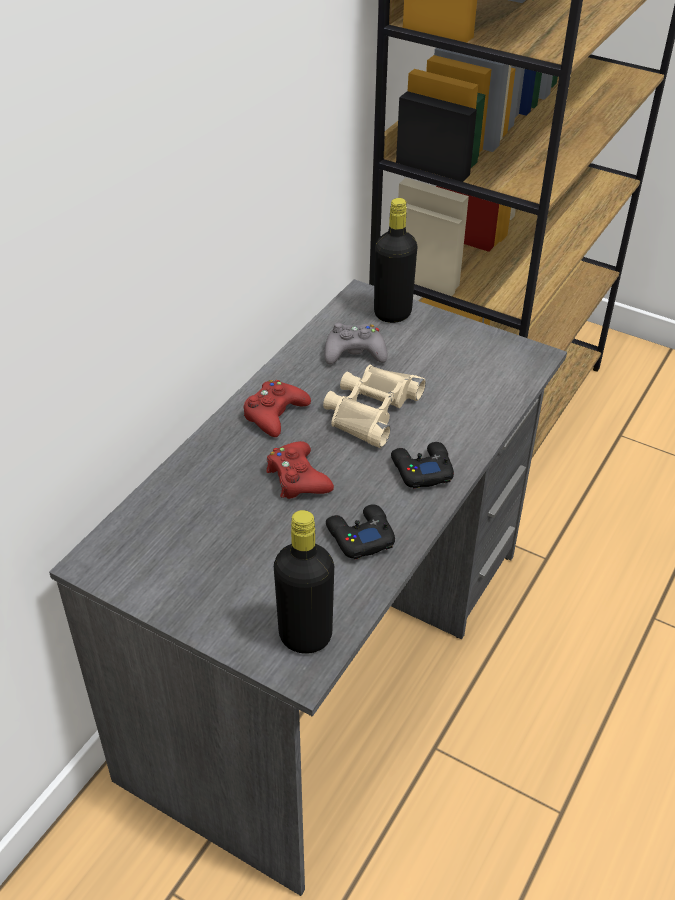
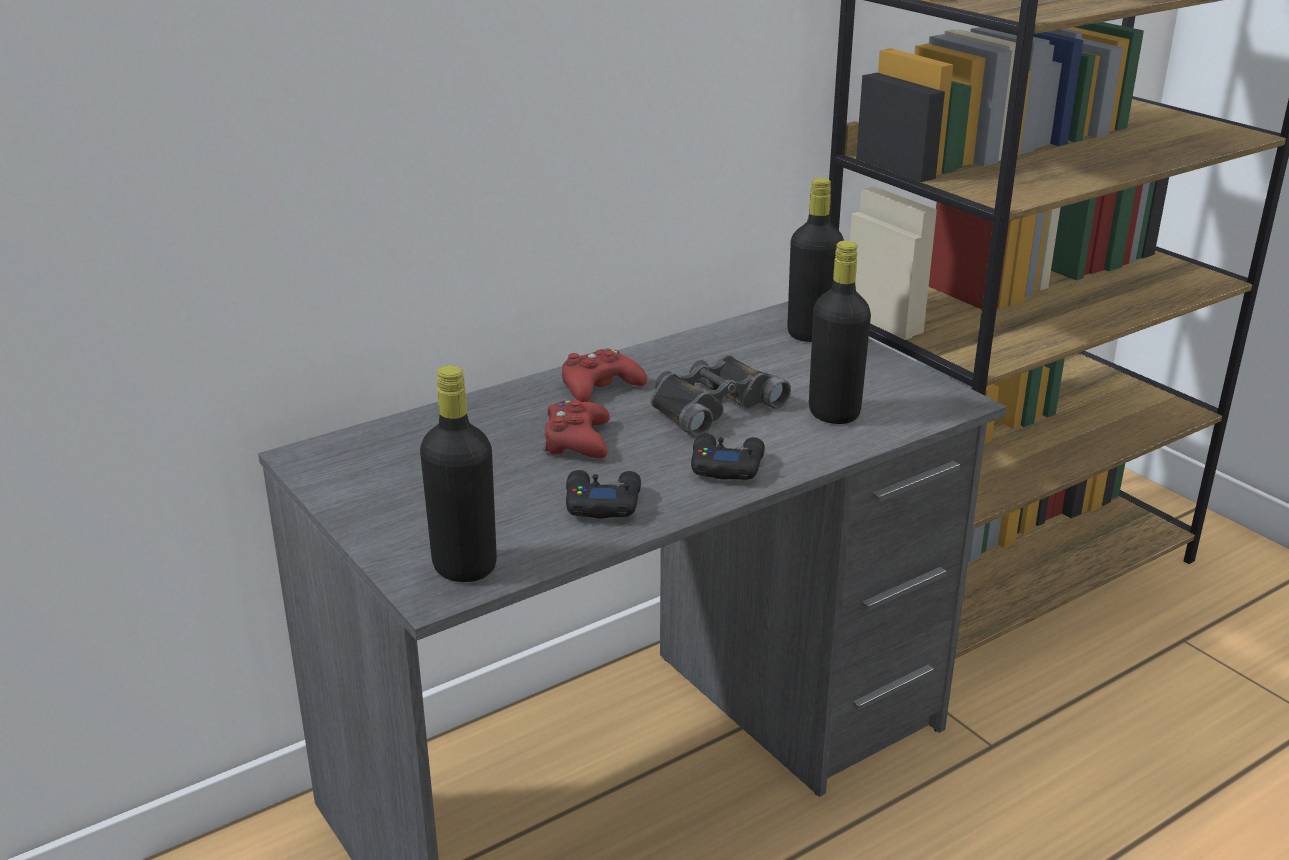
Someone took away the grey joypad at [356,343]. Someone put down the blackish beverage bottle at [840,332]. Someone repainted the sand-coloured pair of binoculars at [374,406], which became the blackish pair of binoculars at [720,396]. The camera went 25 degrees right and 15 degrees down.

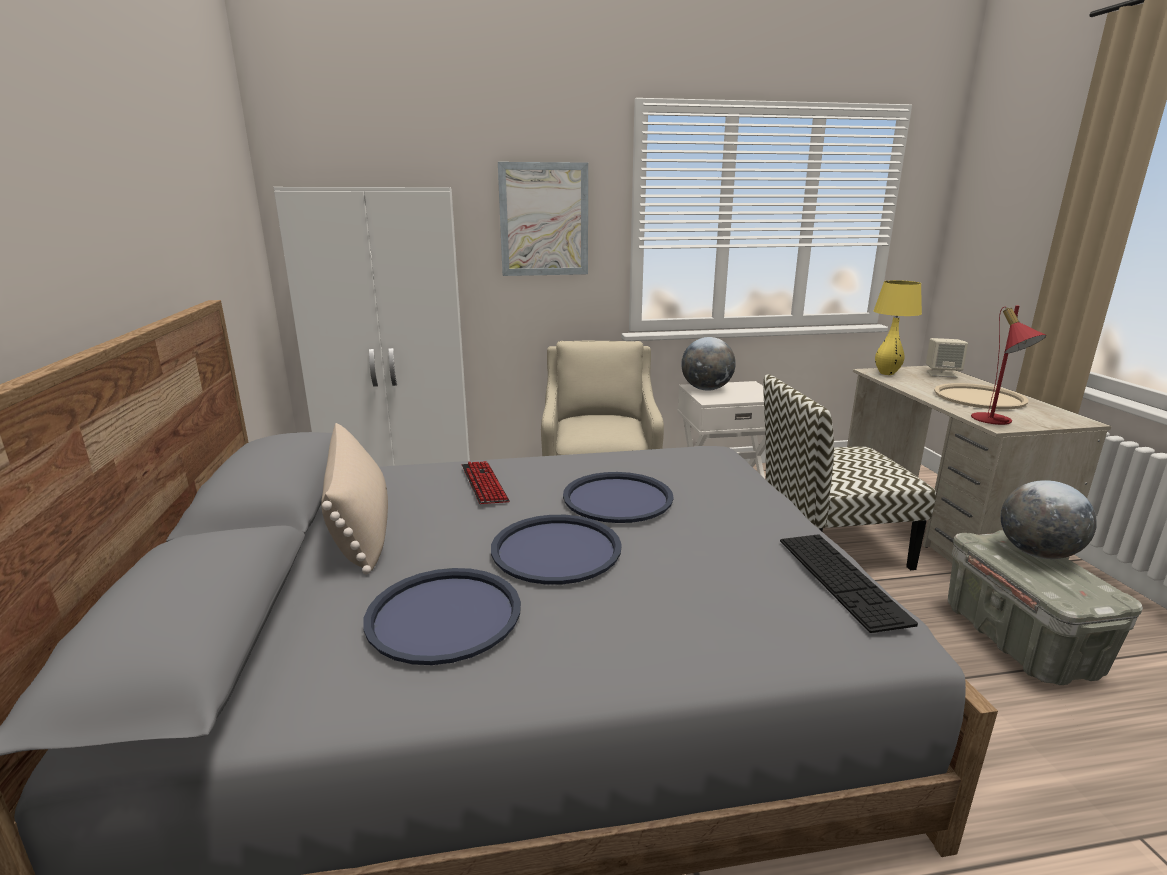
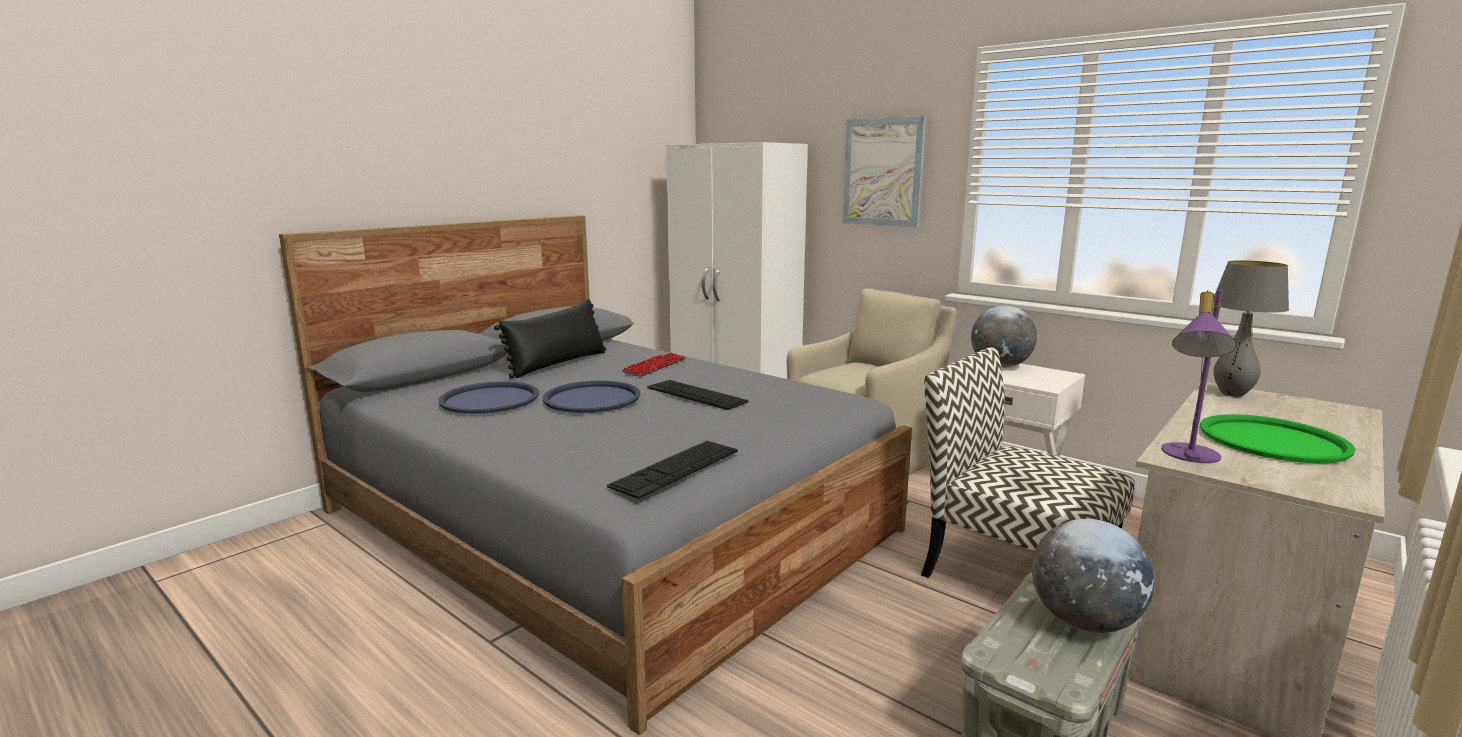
Someone took away the sand-coloured loudspeaker at [947,358]. Someone swapped the blue-coloured tray at [618,497] for the PC keyboard at [698,395]. Someone repainted the sand-coloured cushion at [354,498], which became the blackish cushion at [550,339]. Someone repainted the yellowish lamp for a table at [897,327], which became the grey lamp for a table at [1251,328]. Someone repainted the sand-coloured tray at [981,396], which became the greenish tray at [1278,439]. Someone repainted the red-coloured lamp for a table at [1008,365], which became the purple lamp for a table at [1199,376]. The camera went 50 degrees right and 5 degrees down.

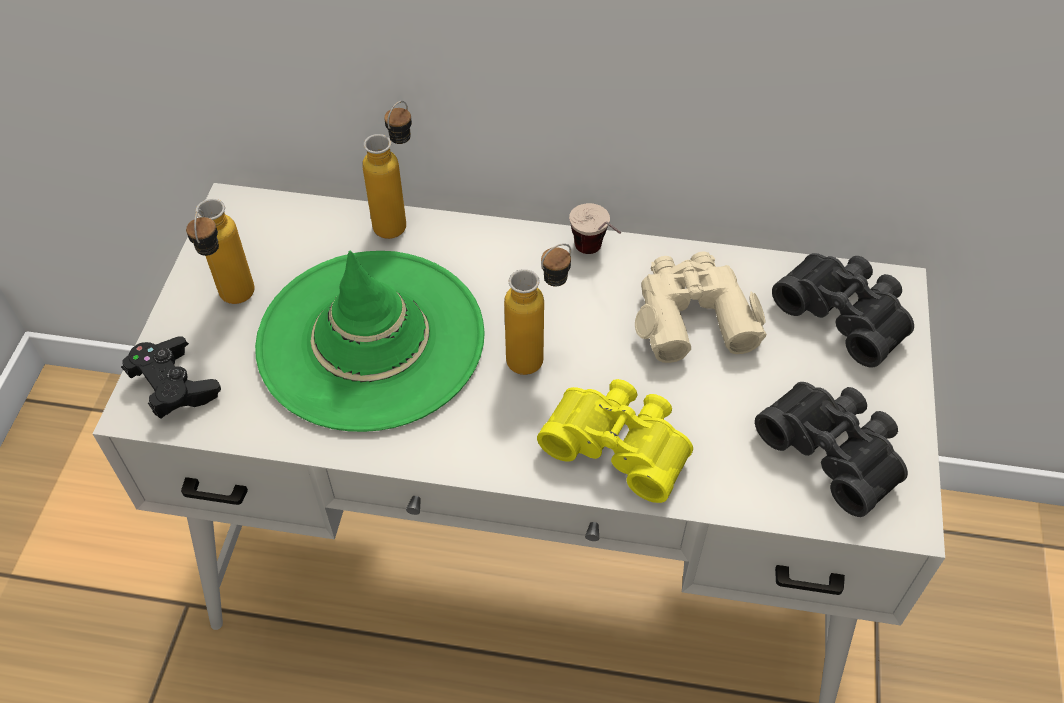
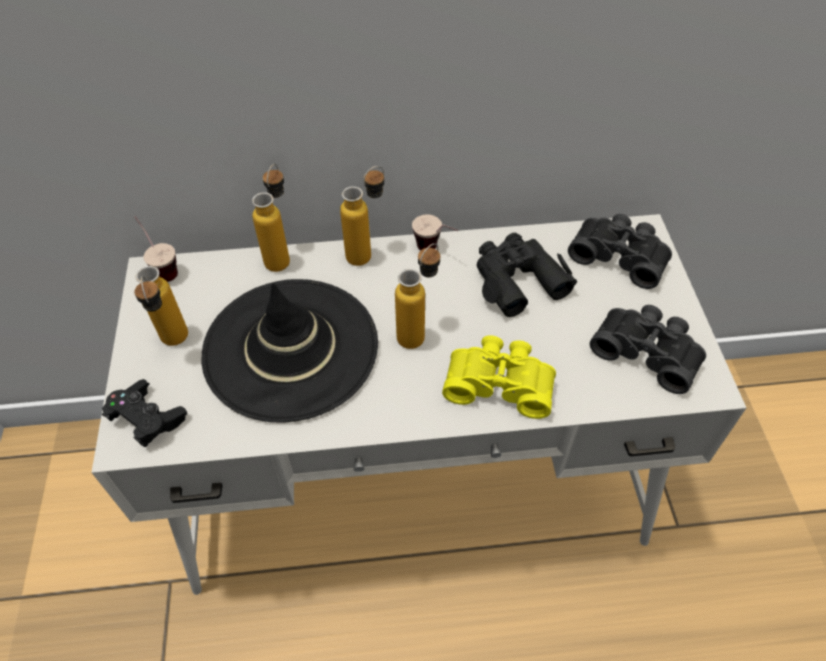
Someone put down the cup at [156,249]. Someone put down the beverage bottle at [362,216]. Someone repainted the greenish hat at [370,341], which became the blackish hat at [289,351]. Someone repainted the sand-coloured pair of binoculars at [701,307], which became the blackish pair of binoculars at [527,275]. The camera went 15 degrees left and 0 degrees up.

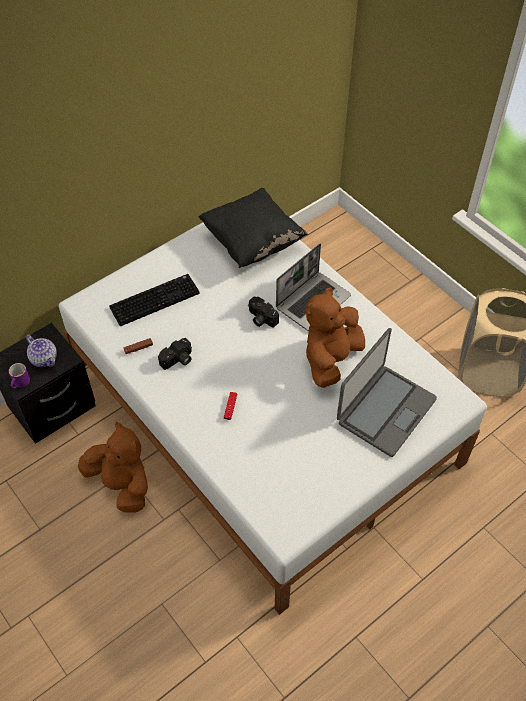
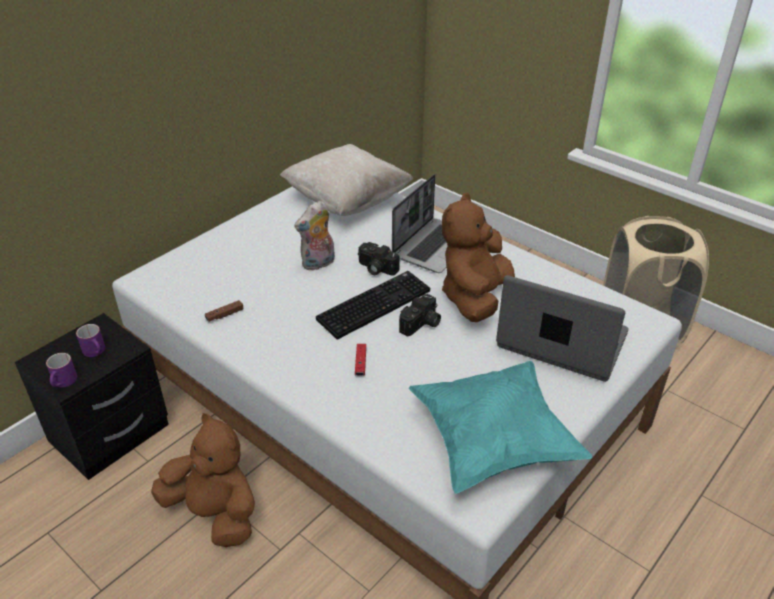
Someone put down the cuddly toy at [314,235]. Someone put down the blue-green cushion at [500,427]. Someone carried the PC keyboard from [154,300] to [373,305]. Someone carried the still camera from [175,354] to [420,315]. Someone swapped the tea pot at [41,350] for the purple tea mug at [90,340]. Someone repainted the blackish cushion at [253,228], which became the sand-coloured cushion at [347,180]. Someone rotated the notebook computer at [387,392] by 90 degrees counterclockwise. The camera went 10 degrees left and 15 degrees down.

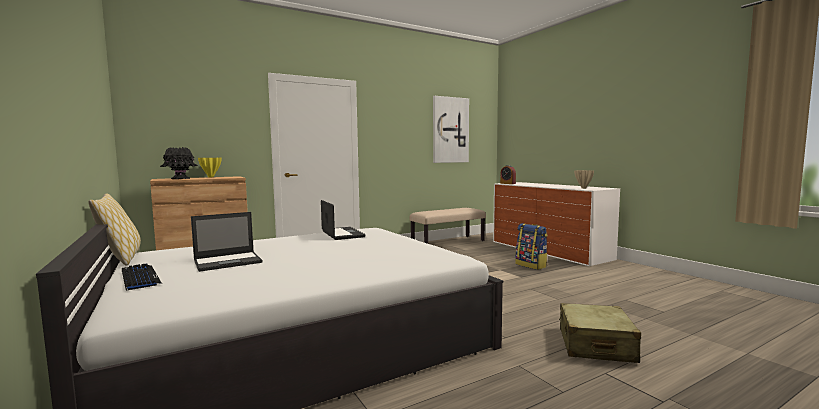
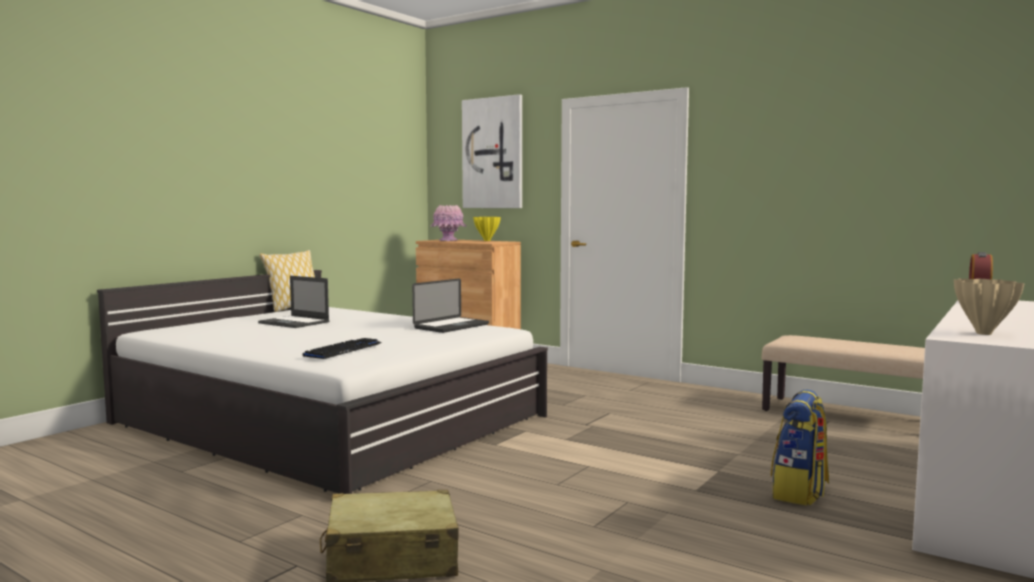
Someone carried the PC keyboard from [142,276] to [342,348]. Someone carried the picture from [451,129] to [492,151]. Someone repainted the blackish flower vase at [179,163], which became the pink-coloured flower vase at [448,223]. The camera went 65 degrees right and 0 degrees up.

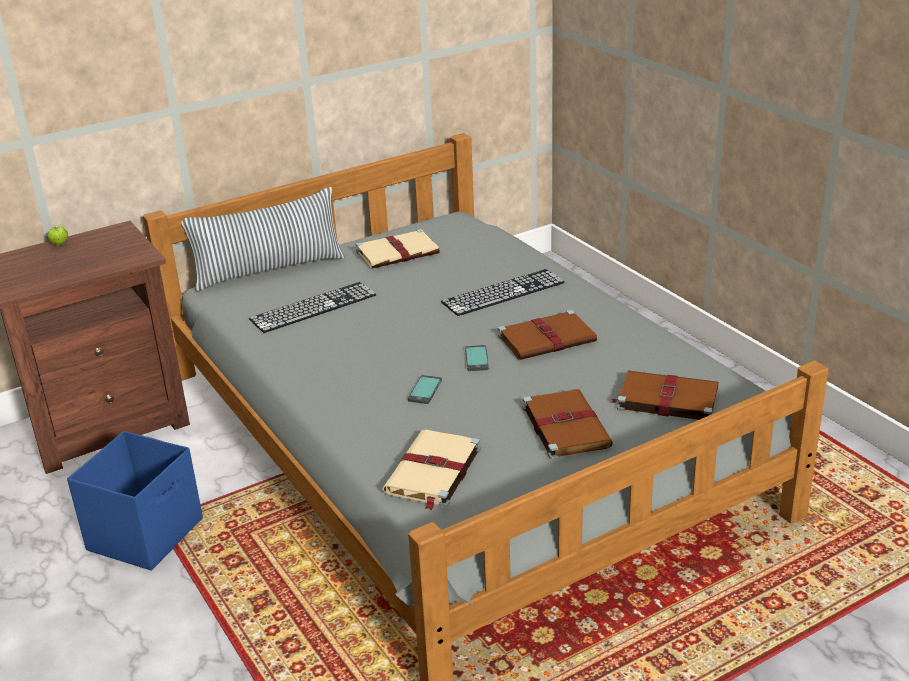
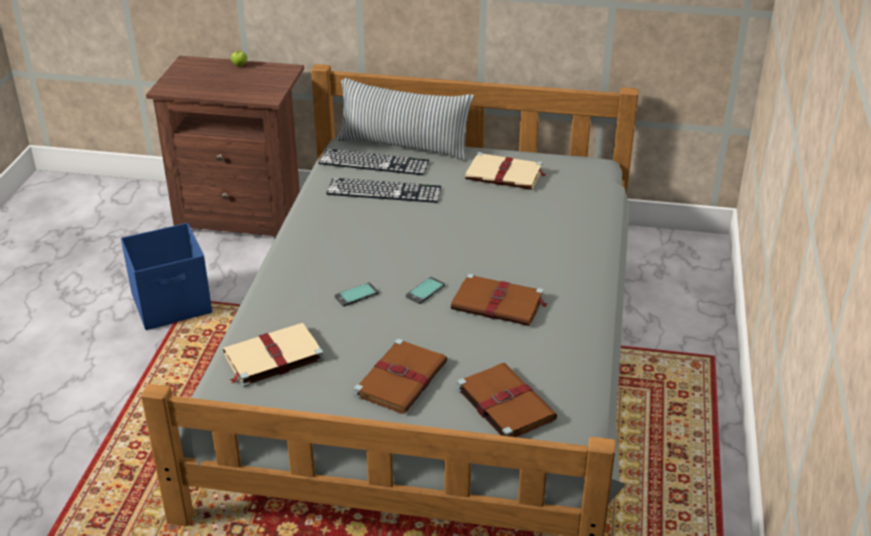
Someone carried the PC keyboard from [503,292] to [373,162]. The camera went 40 degrees right and 5 degrees up.

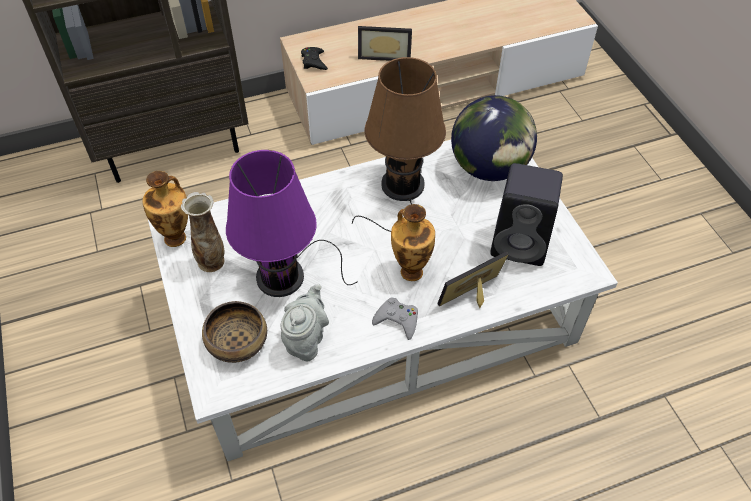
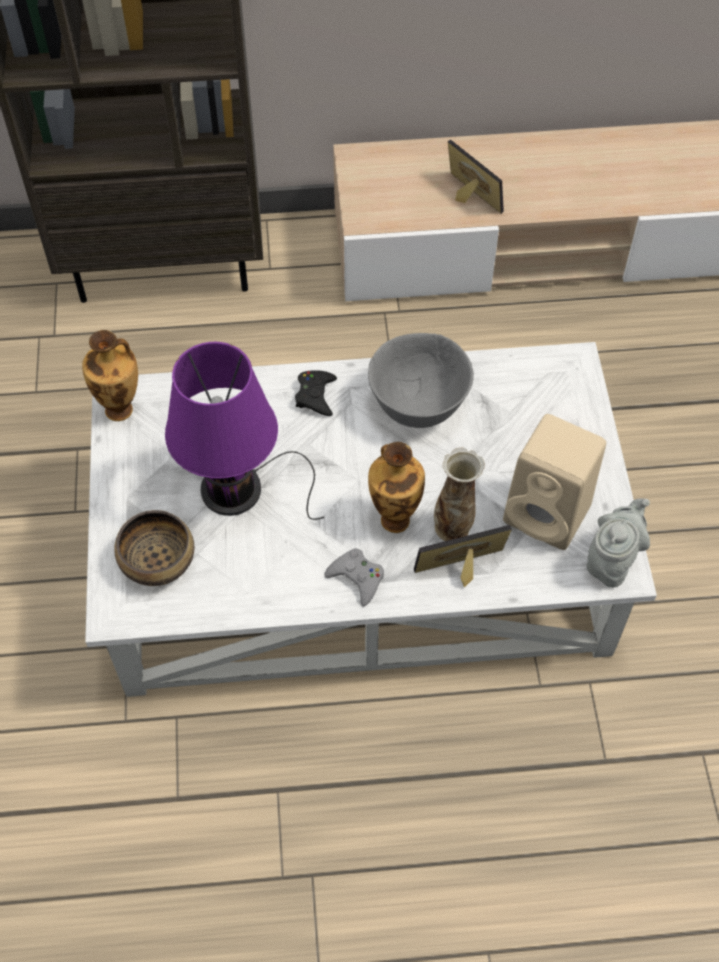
Someone took away the world globe at [494,138]. Someone carried the flower vase from [203,232] to [459,494]. Someone carried the grey tea pot from [305,322] to [618,543]. Someone carried the blackish joypad from [314,58] to [316,393]. Someone swapped the brown-coloured lamp for a table at [399,144] for the grey deep dish at [421,380]. Someone repainted the blackish loudspeaker at [526,214], which became the sand-coloured loudspeaker at [554,482]. Someone rotated the picture frame at [385,43] by 150 degrees counterclockwise. The camera went 15 degrees right and 5 degrees up.

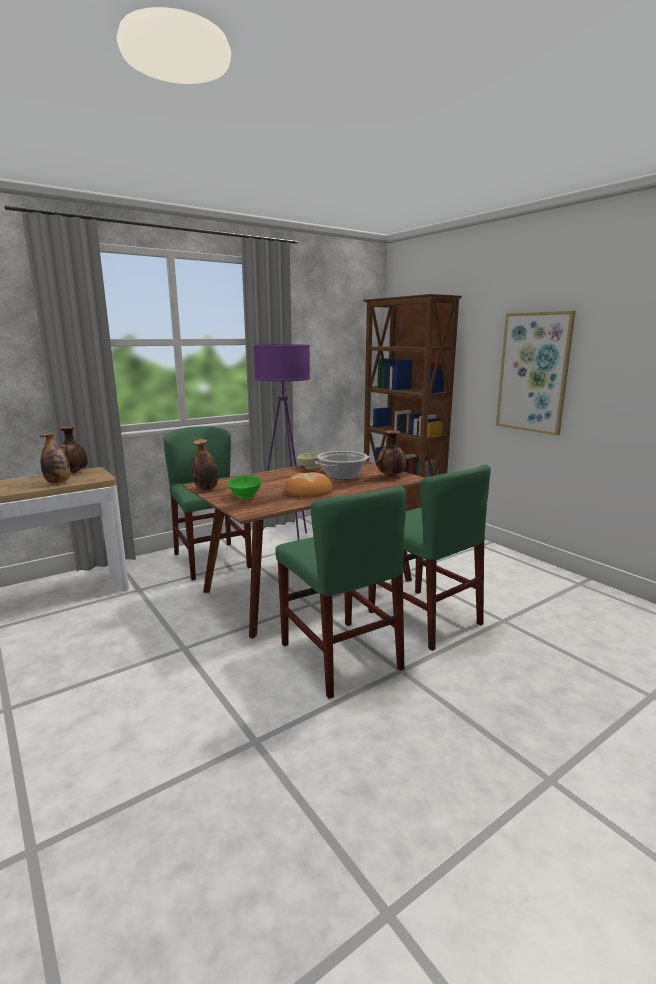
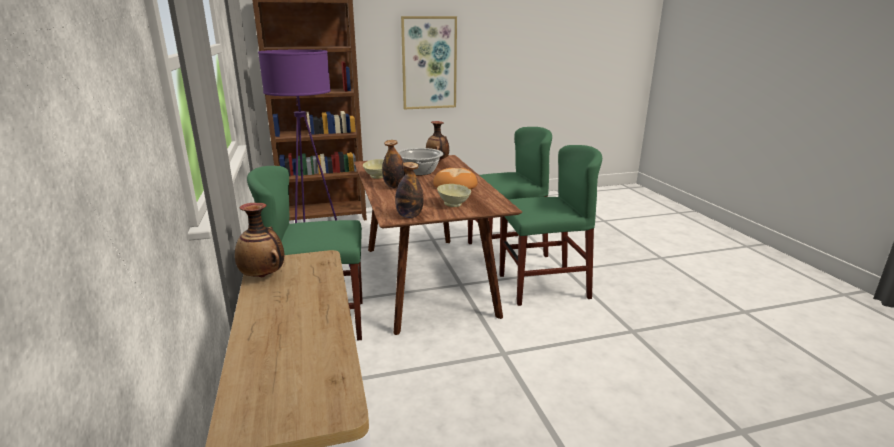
Someone carried the beverage bottle from [55,458] to [393,164]. Someone repainted the greenish deep dish at [244,487], which became the sand-coloured deep dish at [454,195]. The camera went 70 degrees left and 5 degrees up.

